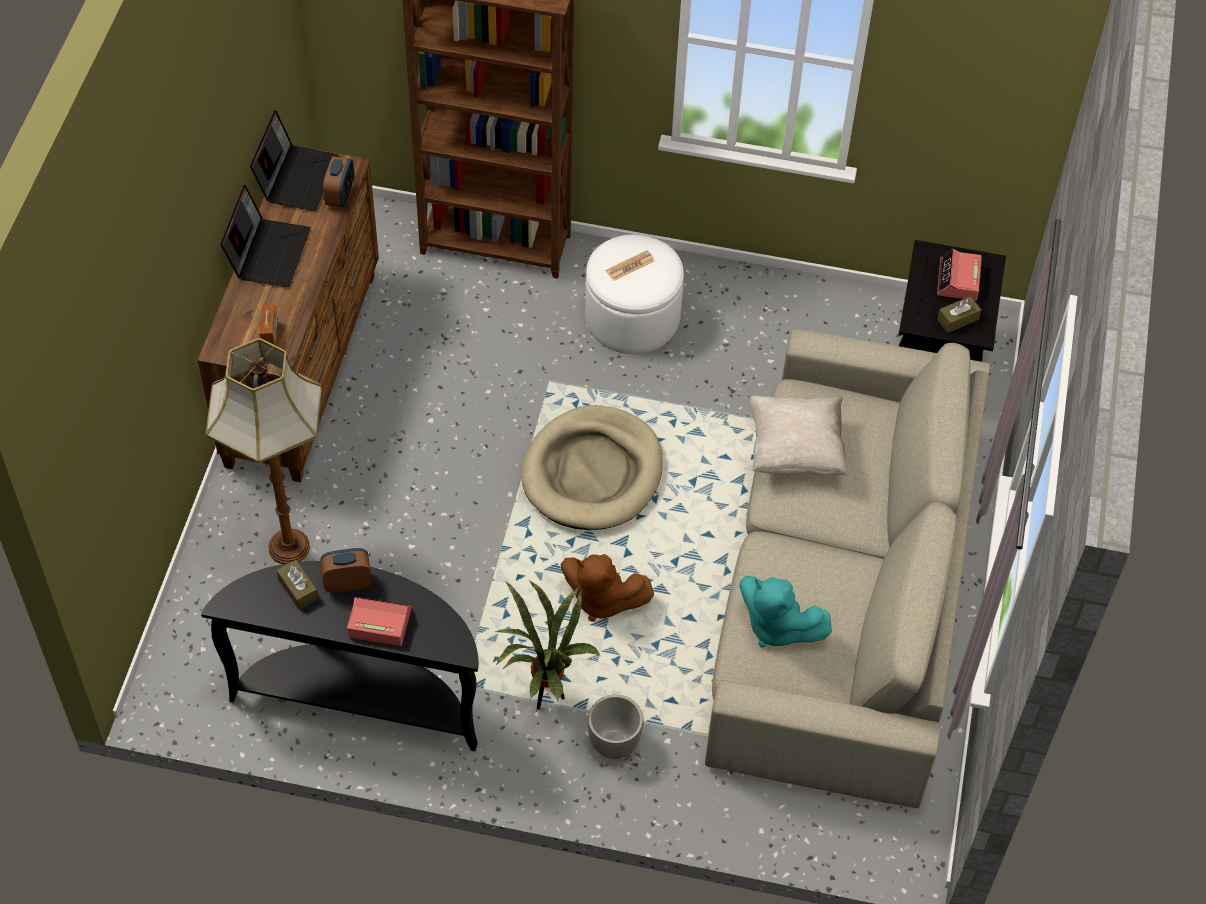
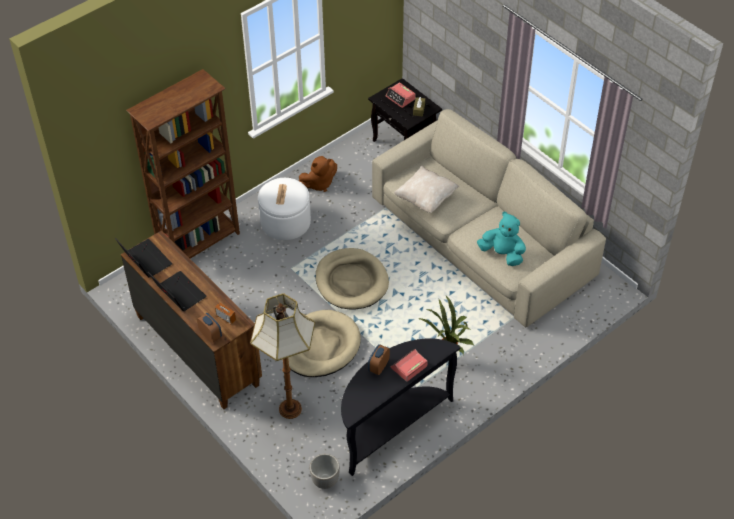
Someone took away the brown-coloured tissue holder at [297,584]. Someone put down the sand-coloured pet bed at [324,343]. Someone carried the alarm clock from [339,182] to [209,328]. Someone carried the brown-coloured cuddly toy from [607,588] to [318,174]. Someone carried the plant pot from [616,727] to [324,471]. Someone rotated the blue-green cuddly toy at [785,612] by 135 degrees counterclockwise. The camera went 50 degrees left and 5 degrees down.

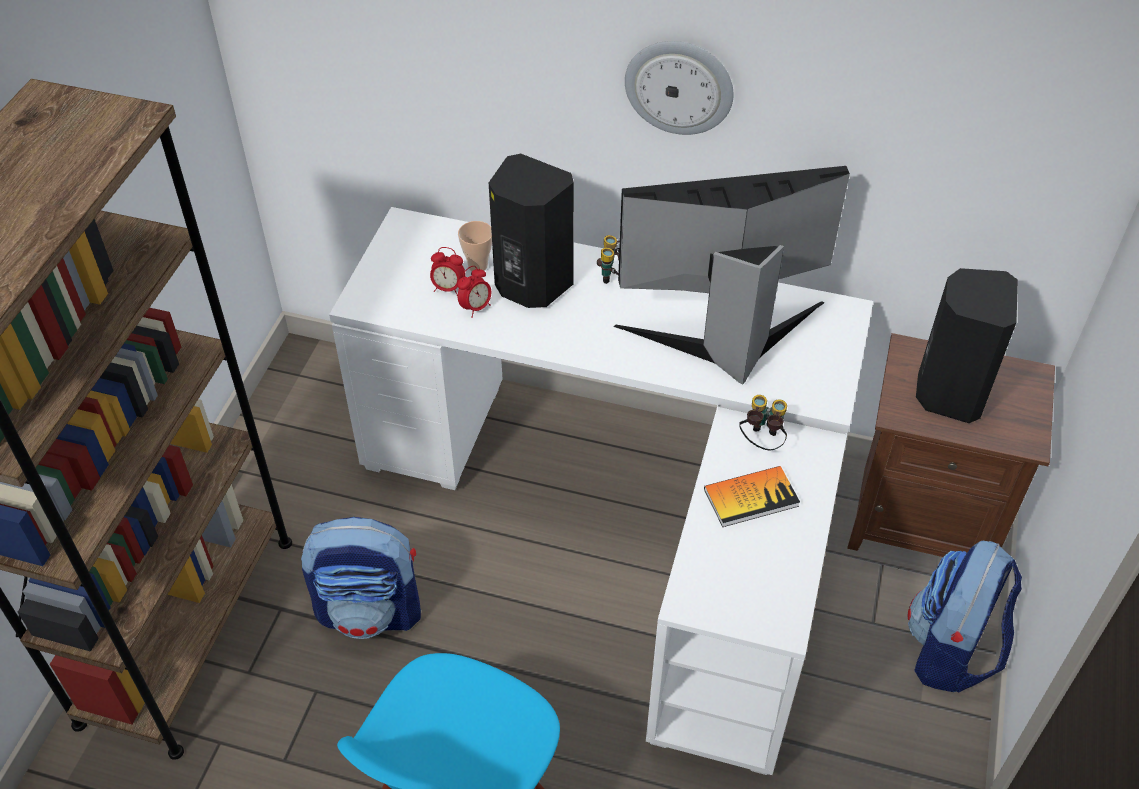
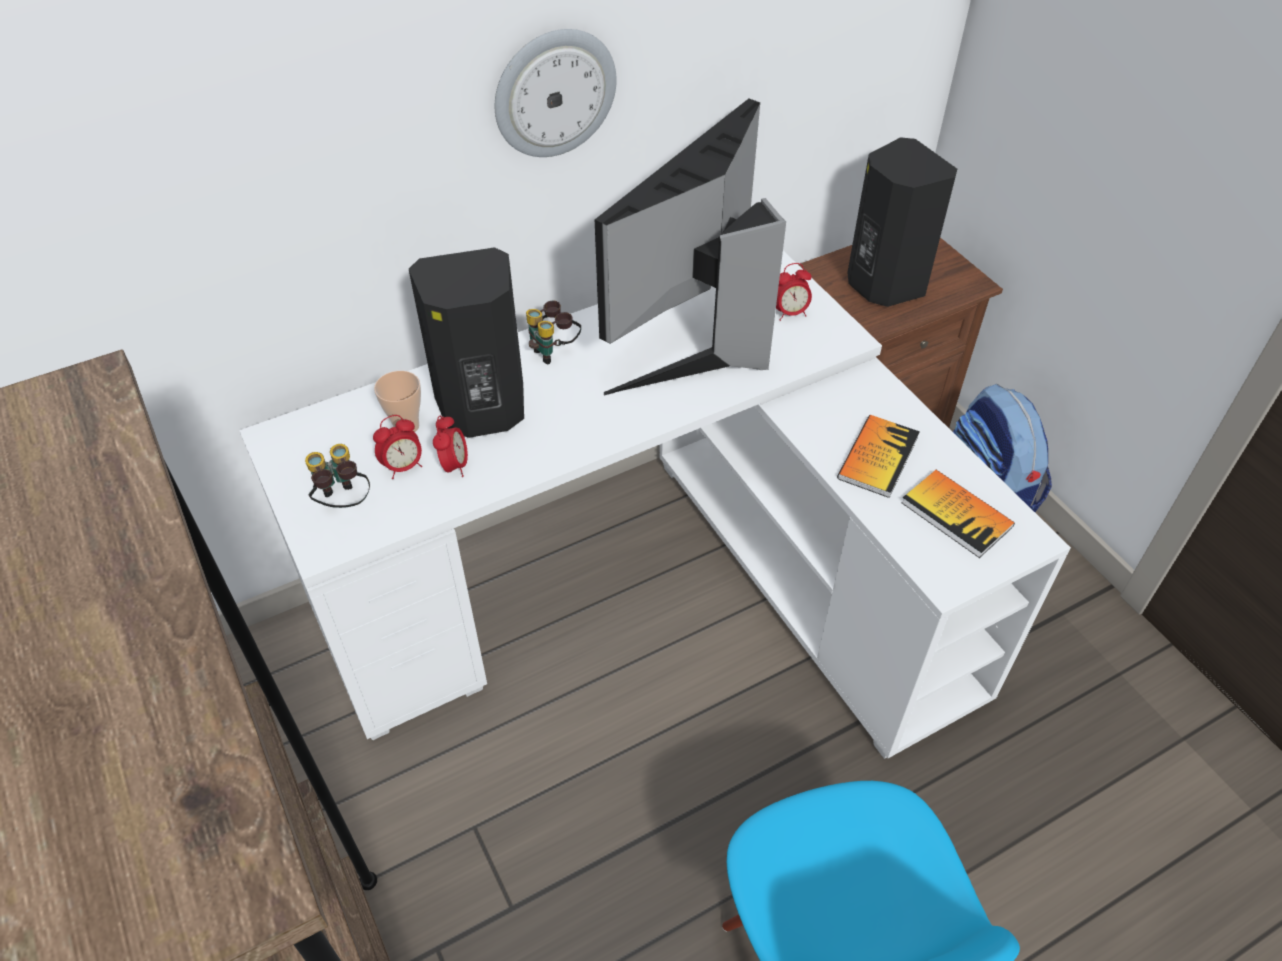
Someone took away the rucksack at [361,578]. Someone put down the alarm clock at [794,292]. Someone put down the bound book at [958,514]. Someone carried the pair of binoculars from [763,422] to [337,476]. The camera went 45 degrees left and 0 degrees up.

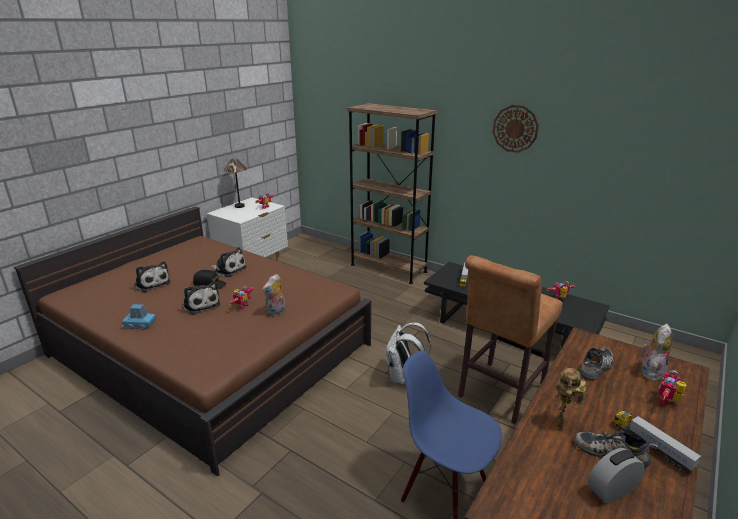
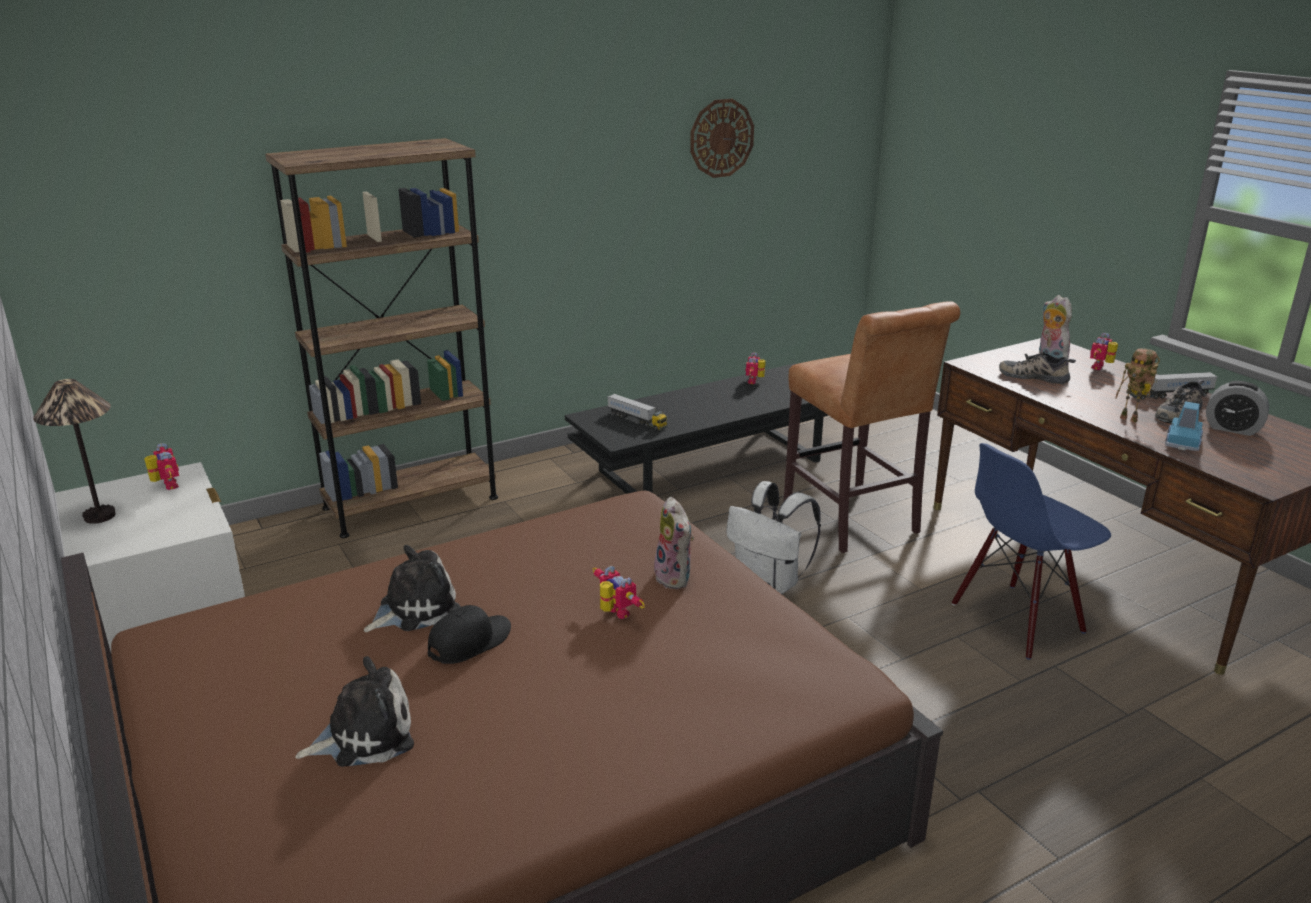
Someone took away the cuddly toy at [201,298]. Someone carried the blue-coloured miniature car from [139,317] to [1184,426]. Someone carried the hanging clock from [516,129] to [722,138]. Someone rotated the shoe at [596,364] by 45 degrees counterclockwise. Someone rotated the alarm clock at [616,476] by 60 degrees counterclockwise. Someone rotated the toy robot at [672,387] by 60 degrees clockwise. The camera went 65 degrees left and 0 degrees up.

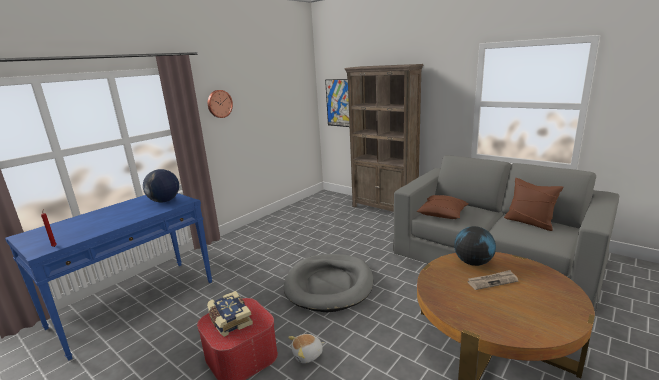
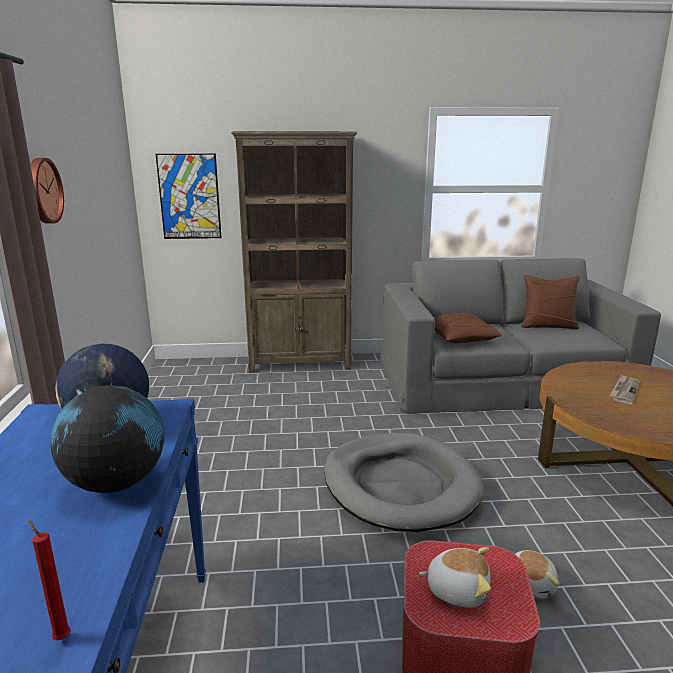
Someone carried the world globe from [475,246] to [107,439]. Someone swapped the bound book at [230,314] for the cuddly toy at [455,577]. The camera went 45 degrees left and 0 degrees up.

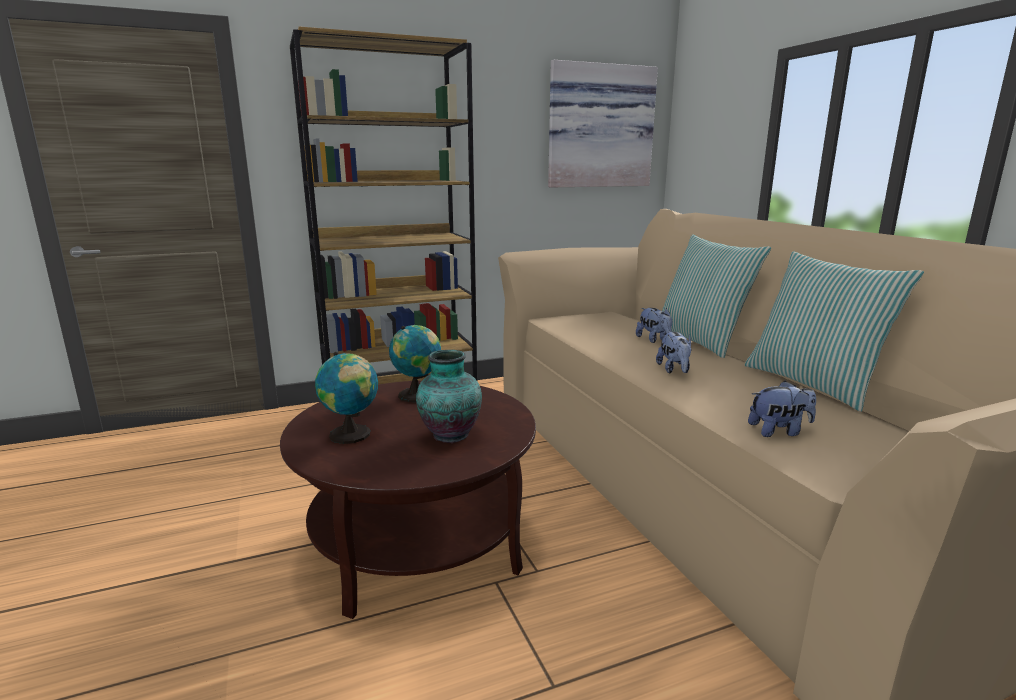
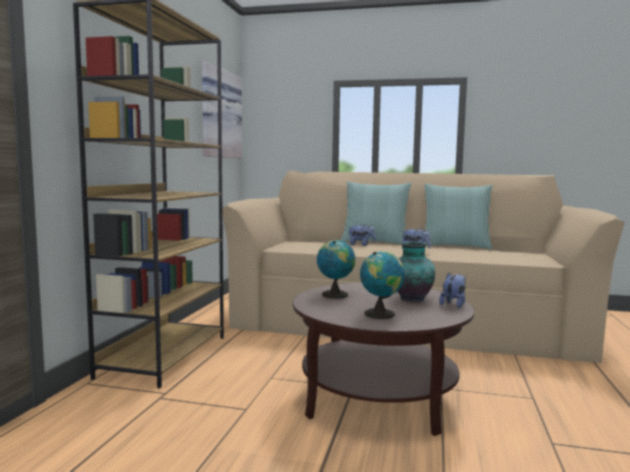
Someone carried the cuddly toy from [782,409] to [452,290]. The camera went 55 degrees left and 10 degrees down.

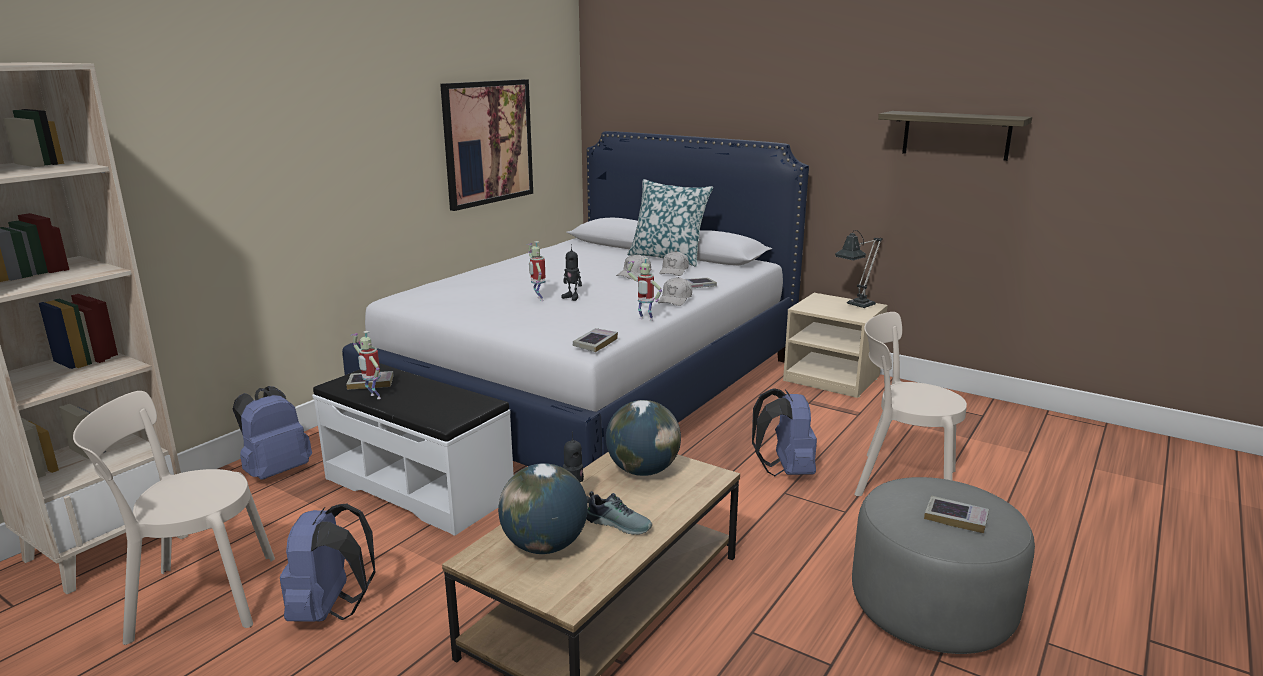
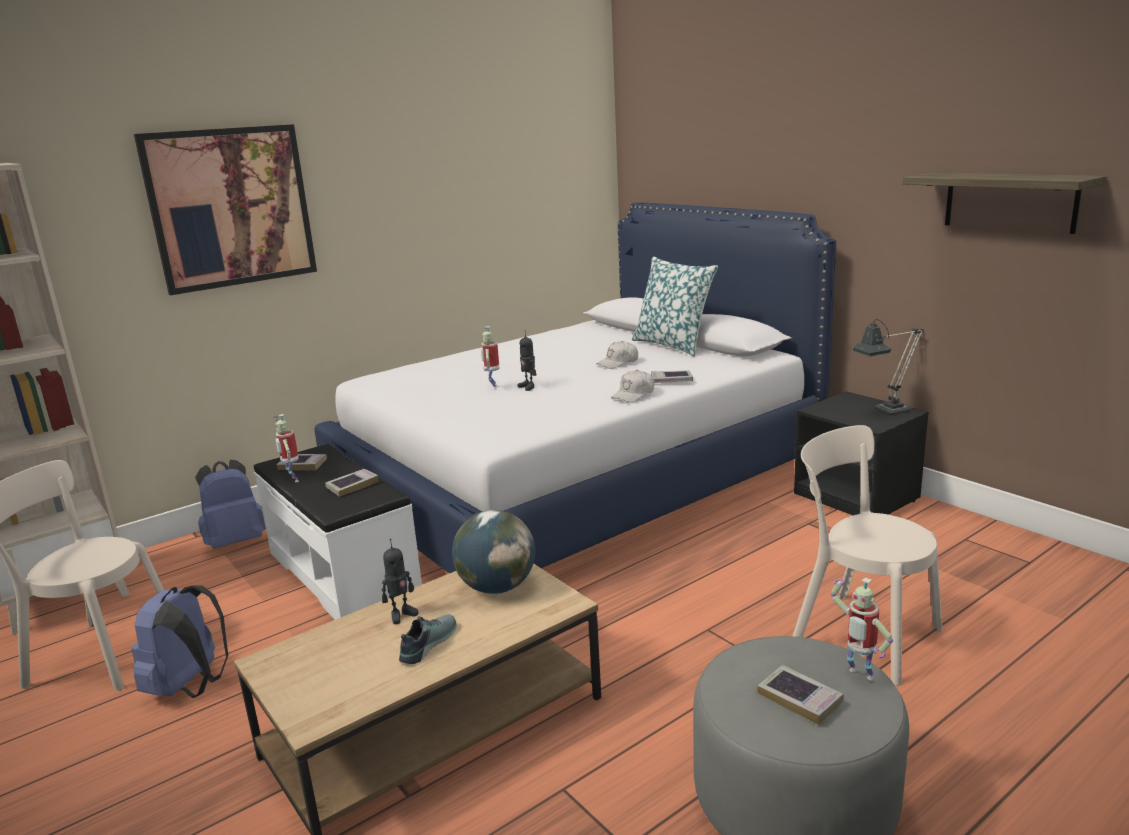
Someone took away the world globe at [543,508]. Someone took away the whitish cap at [674,263]. Someone took away the blue-coloured rucksack at [784,432]. Someone carried the picture from [486,145] to [225,209]. Someone carried the bound book from [595,340] to [352,483]. Someone carried the toy robot from [644,289] to [862,629]. Someone repainted the sand-coloured bedside table at [835,345], which became the blackish bedside table at [861,453]. Someone rotated the shoe at [619,513] by 105 degrees counterclockwise. The camera went 20 degrees right and 0 degrees up.

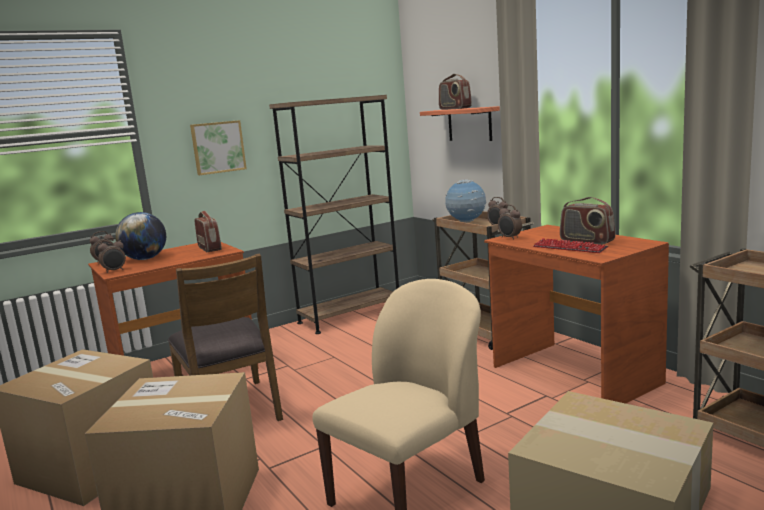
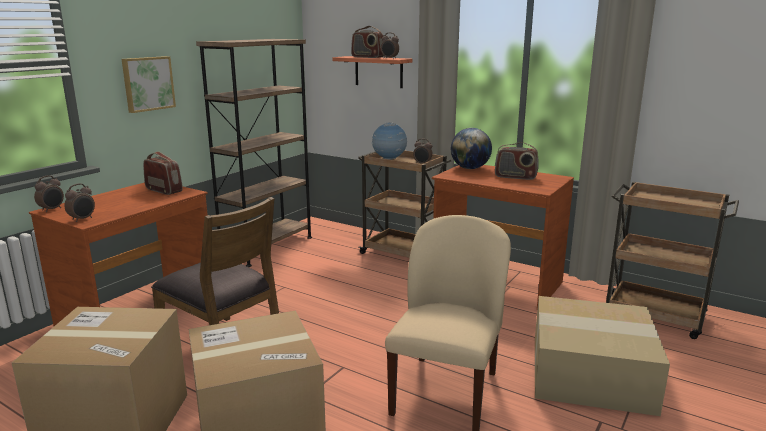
Someone took away the PC keyboard at [570,245]. Someone carried the world globe from [140,236] to [471,148]. Someone carried the alarm clock from [510,222] to [390,46]. The camera went 25 degrees left and 5 degrees up.

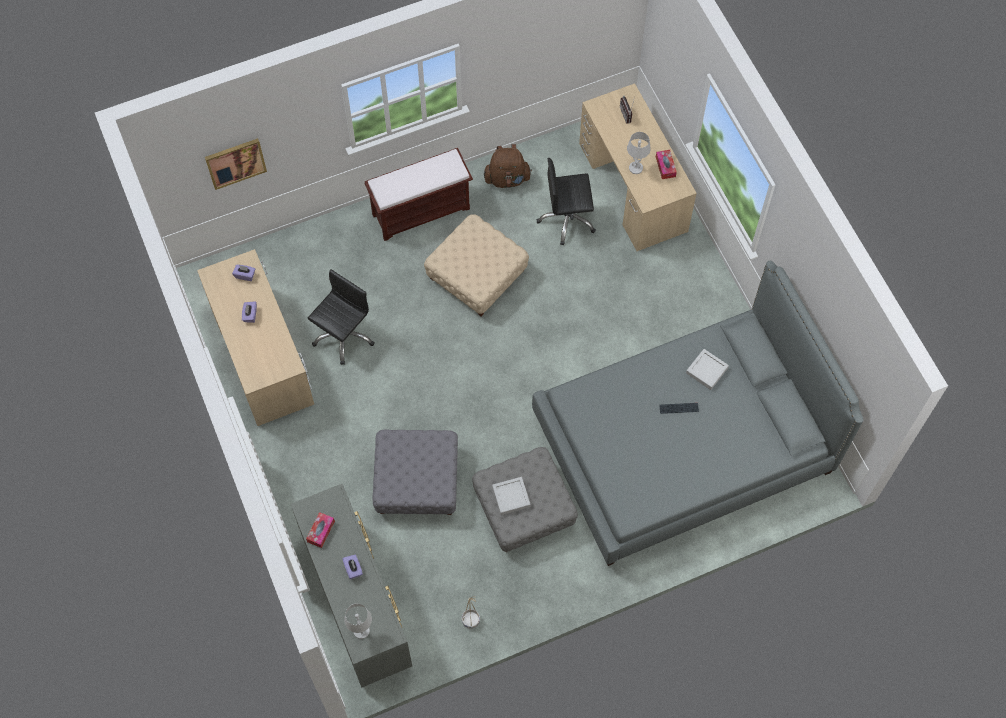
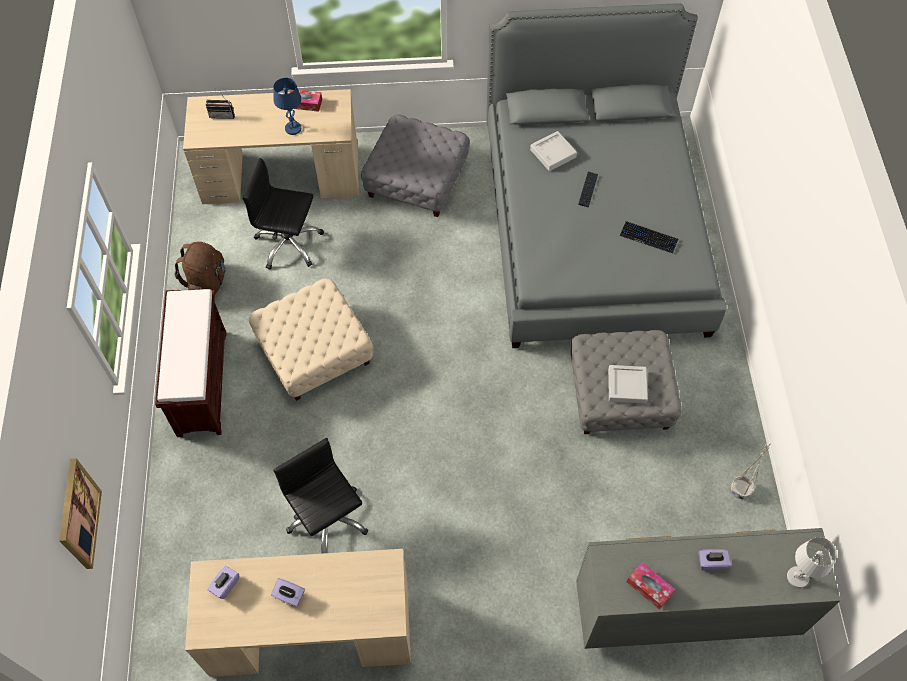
Someone put down the PC keyboard at [649,237]. Someone carried the grey footrest from [415,472] to [415,166]. Someone repainted the whitish lamp for a table at [639,153], which became the blue-coloured lamp for a table at [287,106]. Someone rotated the blackish office chair at [566,201] by 90 degrees clockwise. The camera went 70 degrees left and 5 degrees down.

